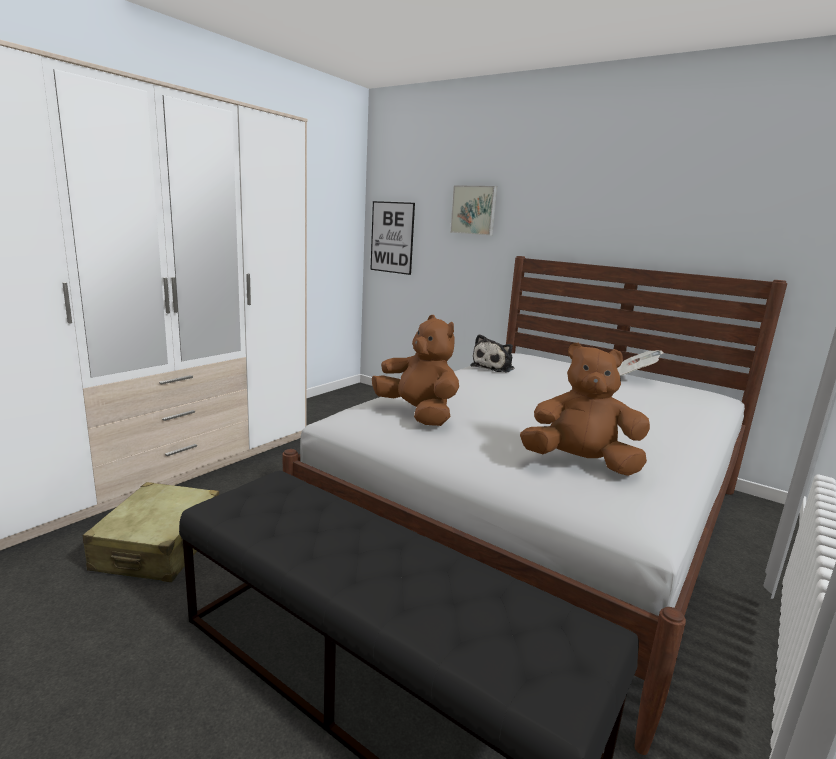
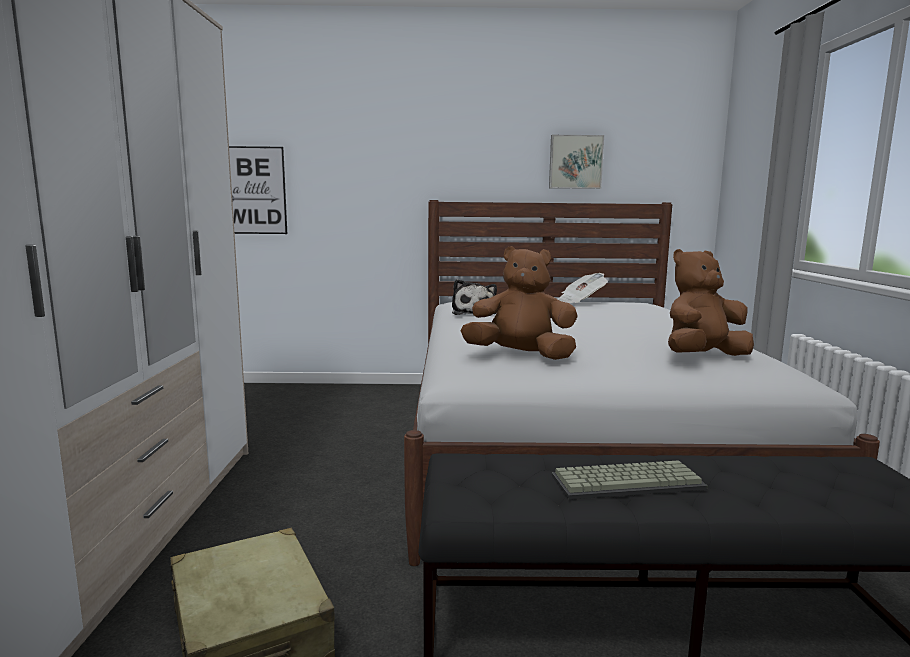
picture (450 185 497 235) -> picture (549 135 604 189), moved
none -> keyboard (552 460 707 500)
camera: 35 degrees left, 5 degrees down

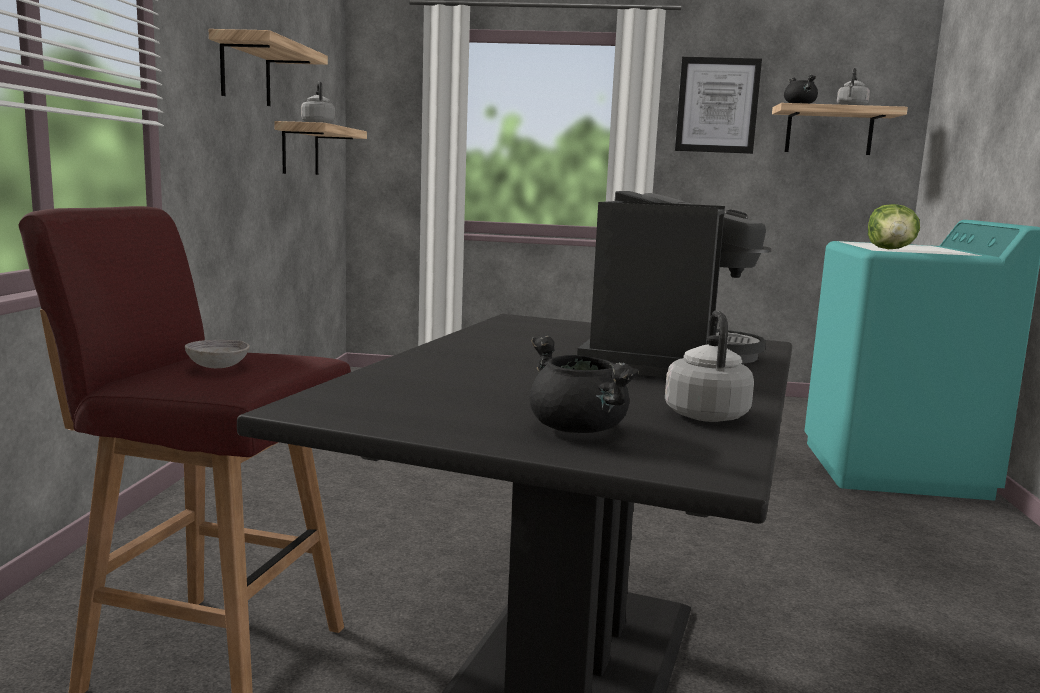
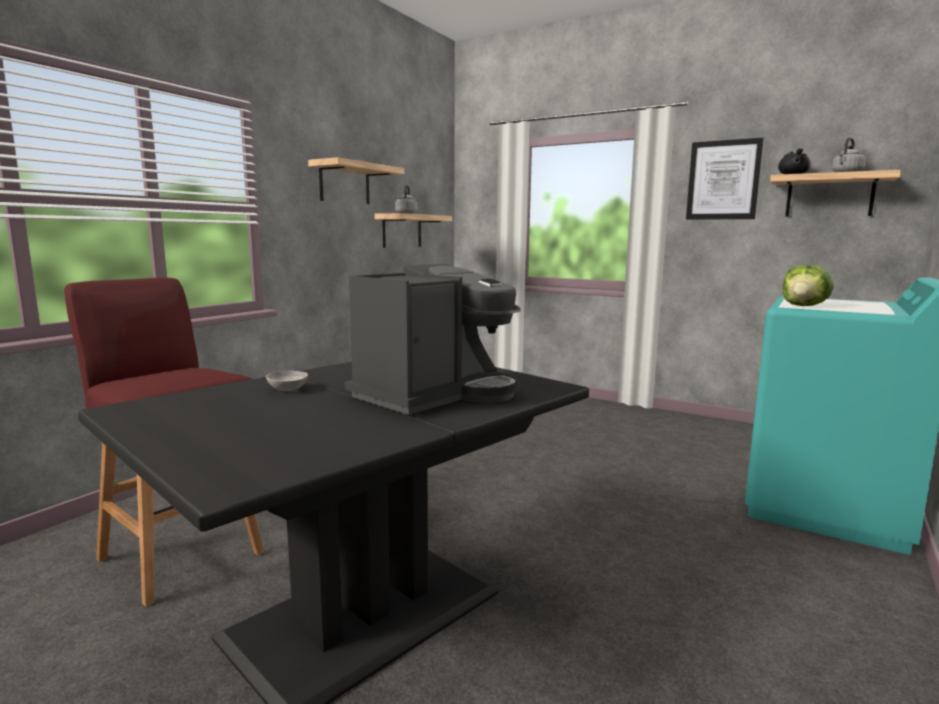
grey kettle (665 310 754 422) -> none
black cooking pot (530 336 639 433) -> none
grey bowl (185 340 250 368) -> grey bowl (266 371 308 391), moved
camera: 25 degrees right, 0 degrees up

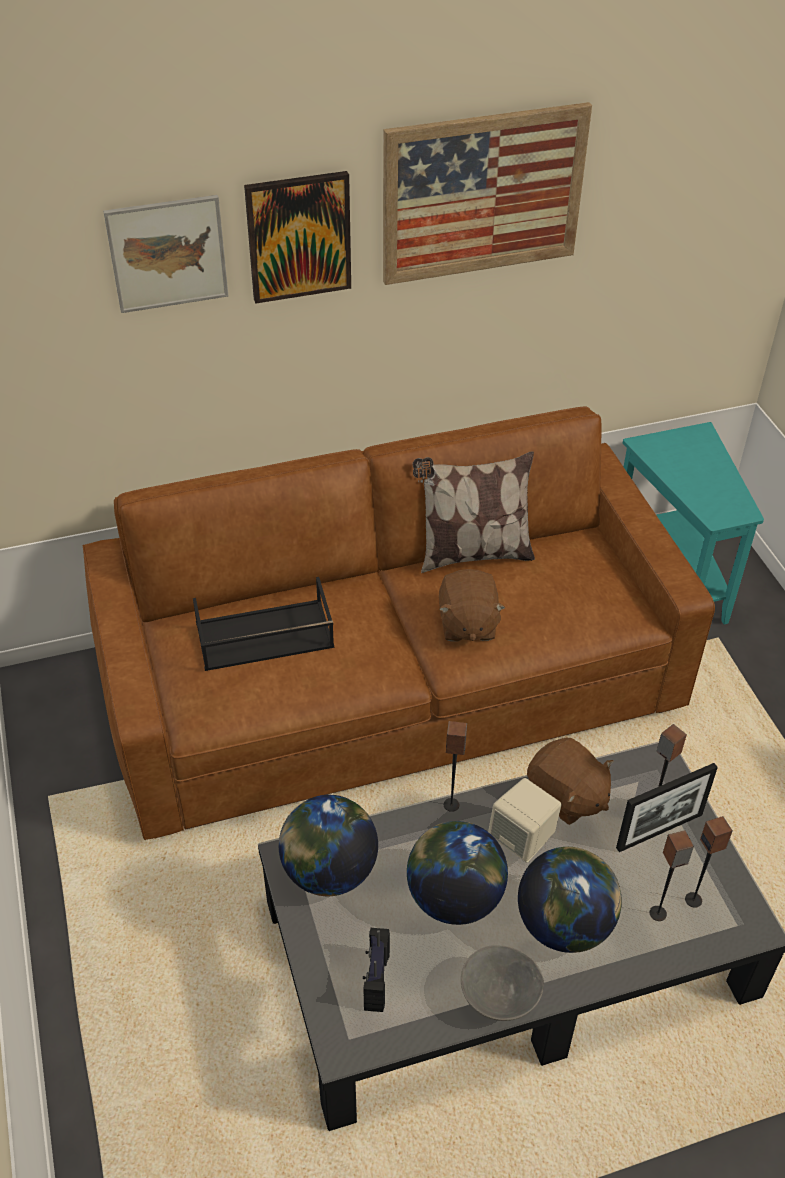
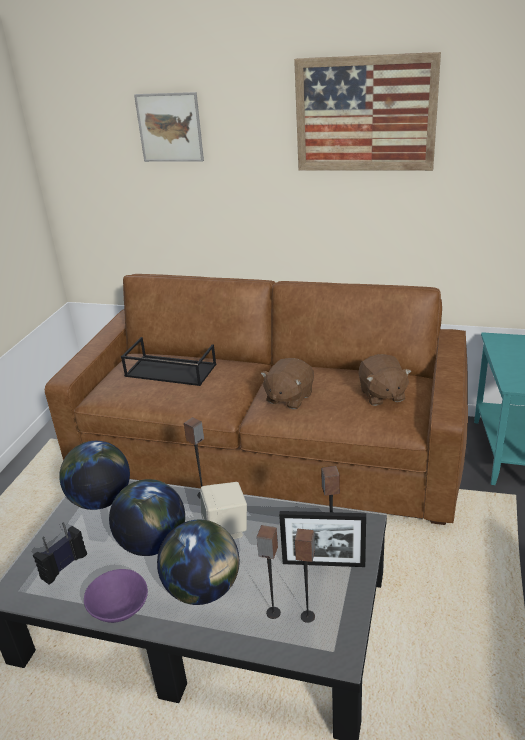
picture (244 171 351 304) -> none
pillow (413 451 535 573) -> none
brown plush toy (527 738 614 825) -> brown plush toy (358 354 412 406), moved
grey bowl (461 945 544 1021) -> purple bowl (84 569 148 623)
camera: 35 degrees right, 15 degrees down

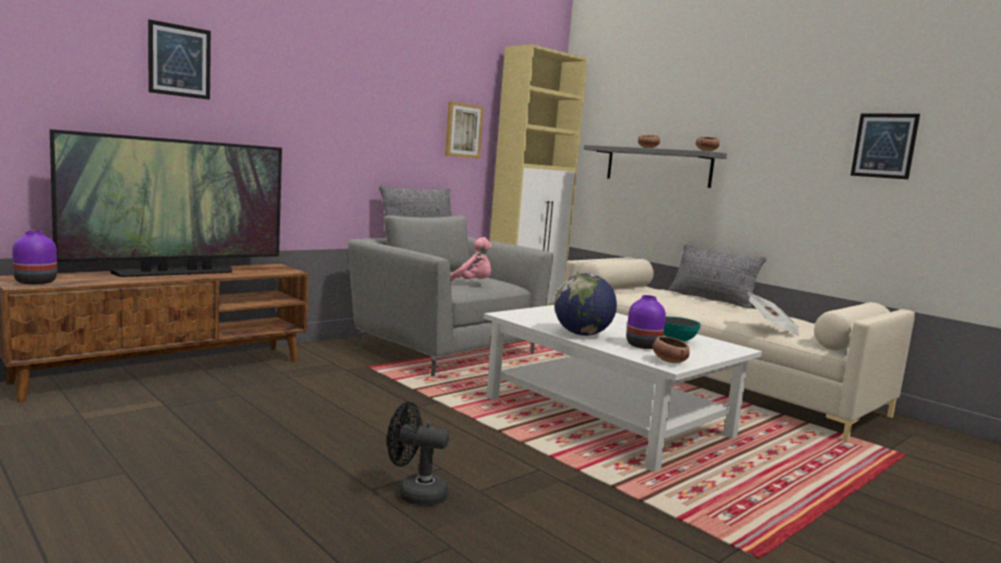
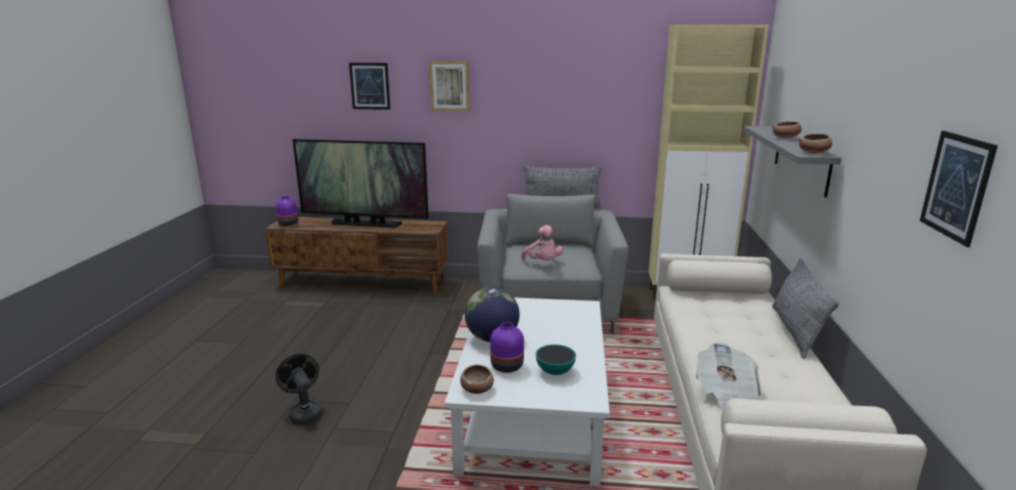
picture (445 101 484 159) -> picture (429 61 470 111), moved
camera: 50 degrees right, 10 degrees up

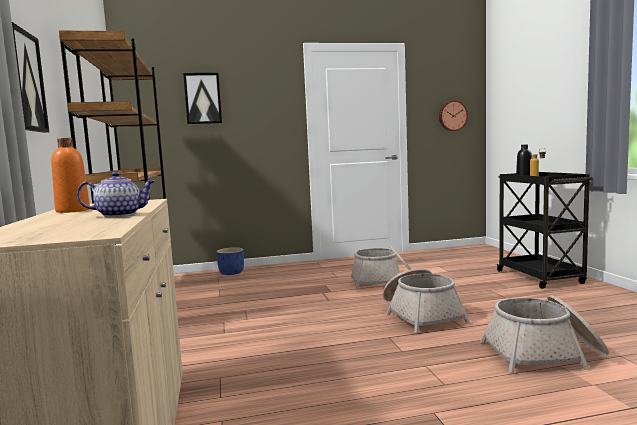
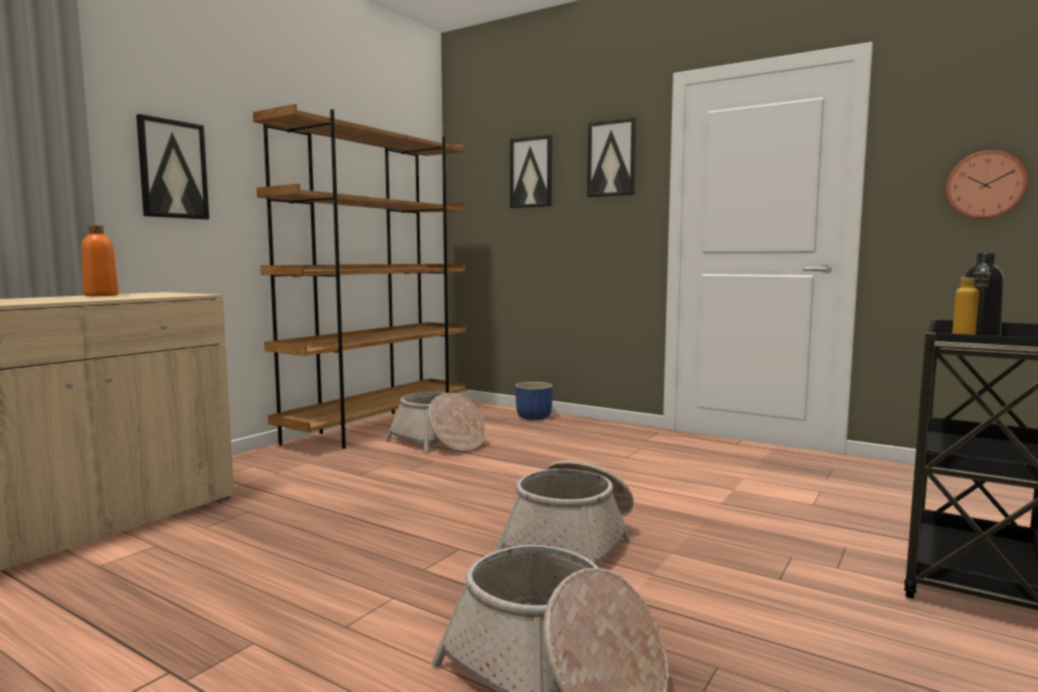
teapot (77 172 155 217) -> none
basket (351 245 411 290) -> basket (385 392 486 453), moved
none -> picture (587 117 637 197)
camera: 45 degrees right, 0 degrees up

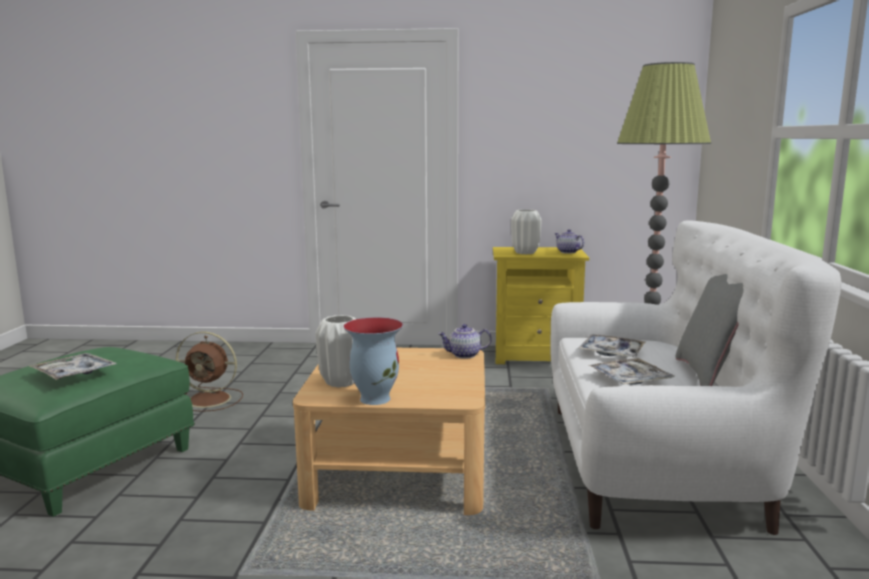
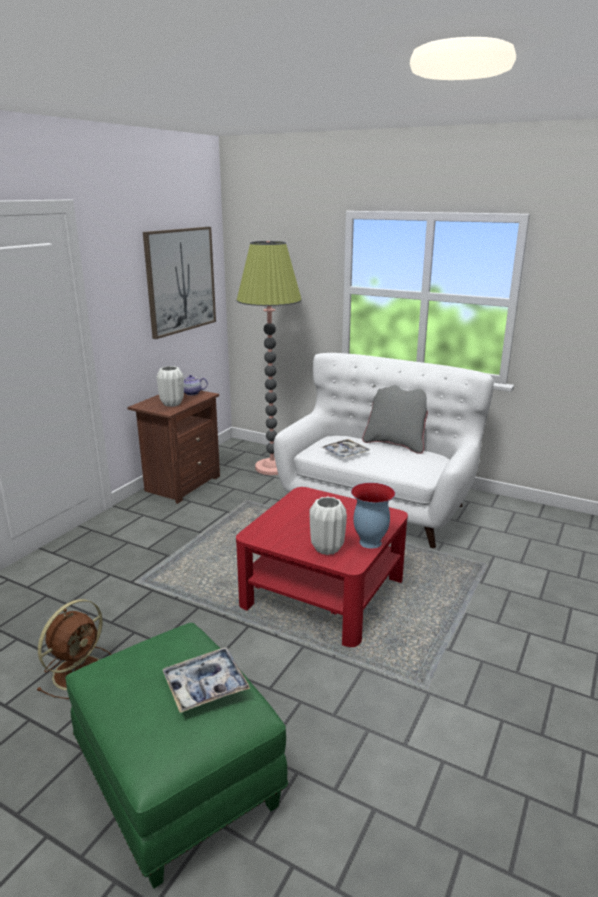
yellow nightstand (493 247 589 364) -> brown nightstand (127 391 220 504)
teapot (438 324 492 359) -> none
beige coffee table (293 348 485 515) -> red coffee table (236 487 408 647)
tray (588 358 674 385) -> none
none -> picture (143 227 216 339)
camera: 65 degrees left, 10 degrees up

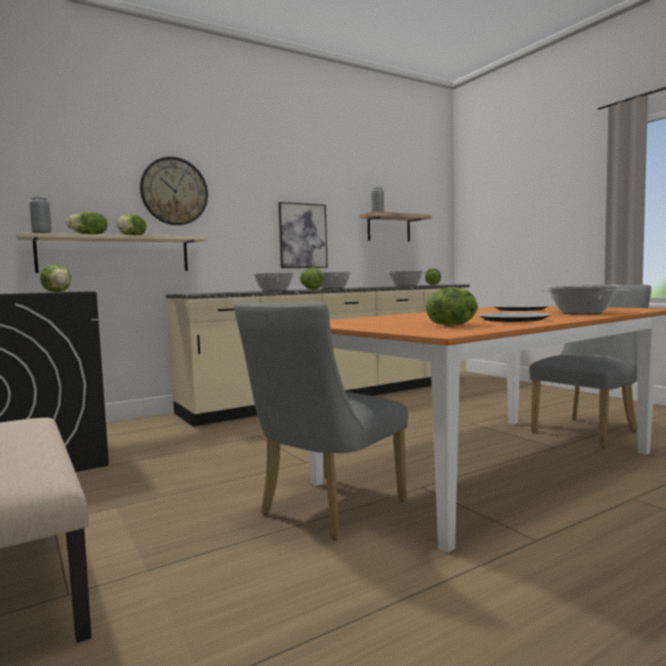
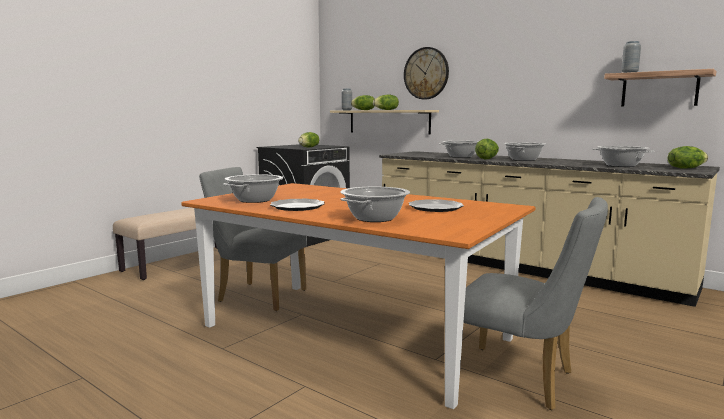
picture (278 202 328 268) -> none
lettuce (426 287 478 326) -> cooking pot (223 174 283 203)
camera: 70 degrees right, 5 degrees up

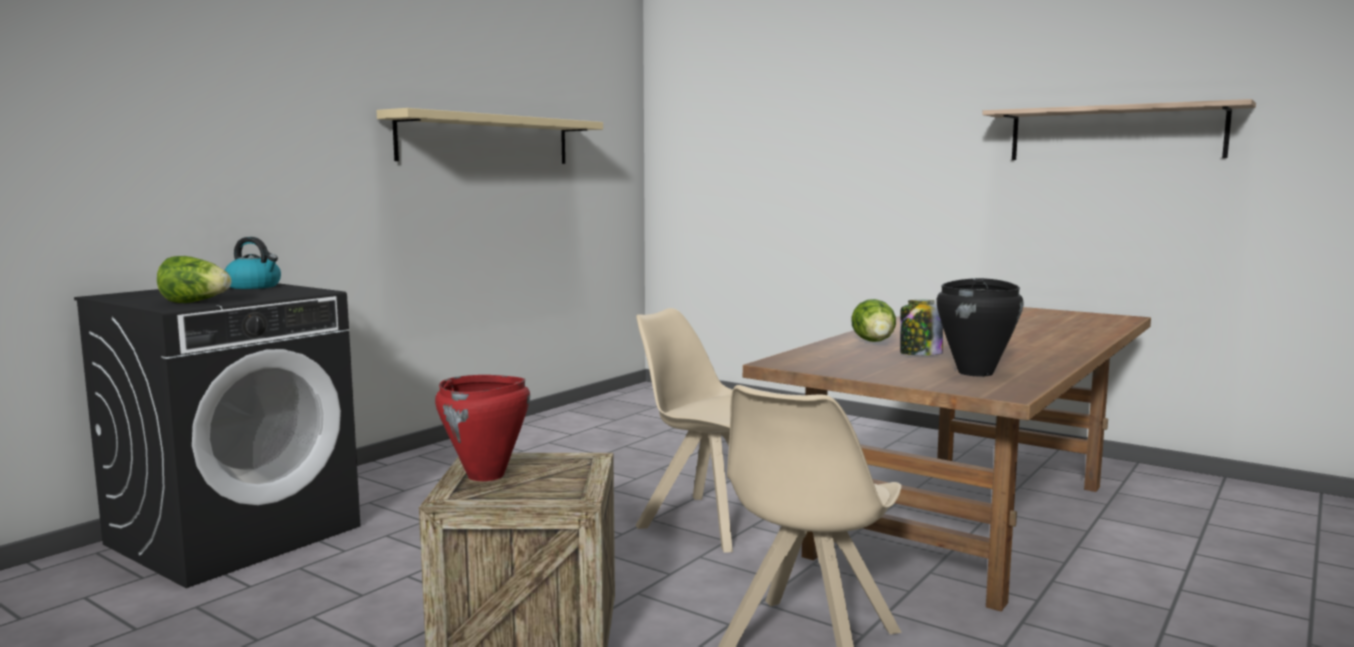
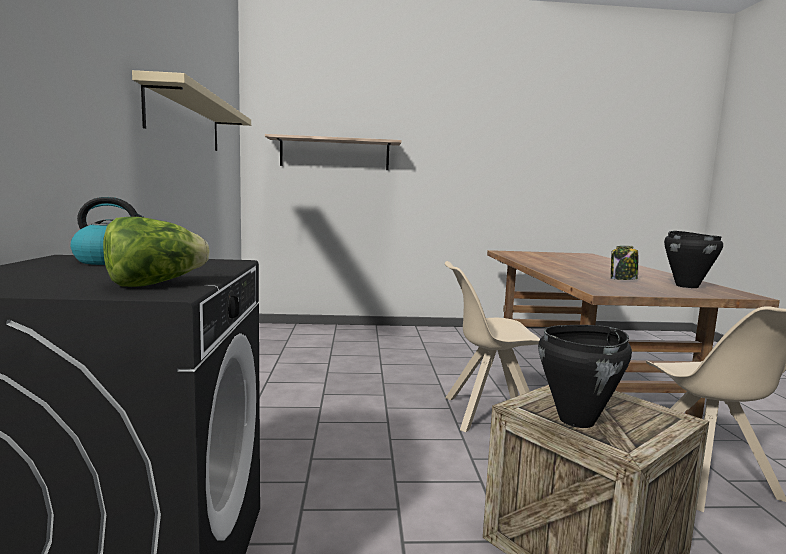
shelf (982 99 1256 160) -> shelf (265 134 402 170), moved
lettuce (851 299 896 342) -> none
red cooking pot (435 375 530 481) -> black cooking pot (538 325 632 428)
camera: 40 degrees left, 0 degrees up

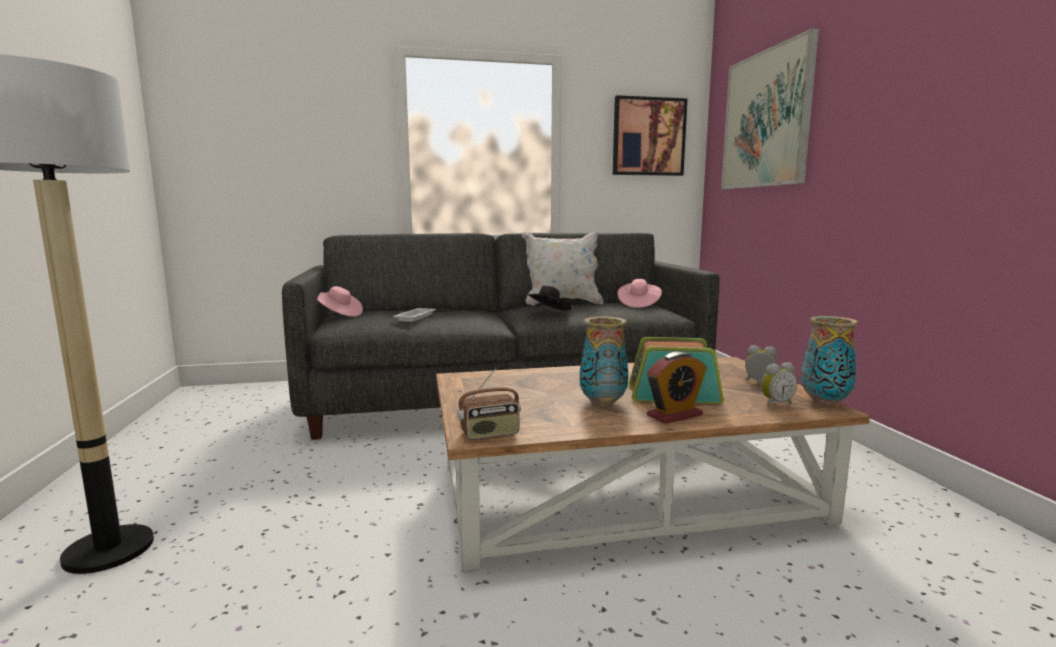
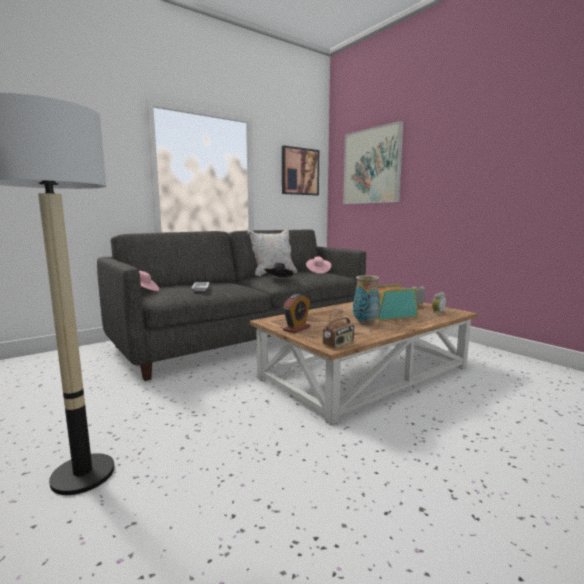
vase (801 316 858 405) -> none
alarm clock (647 352 707 424) -> alarm clock (283 294 310 333), moved
camera: 25 degrees left, 0 degrees up

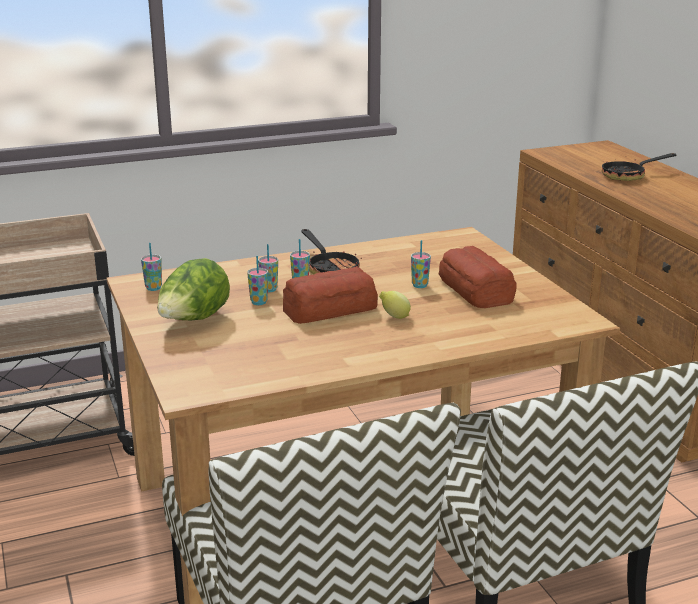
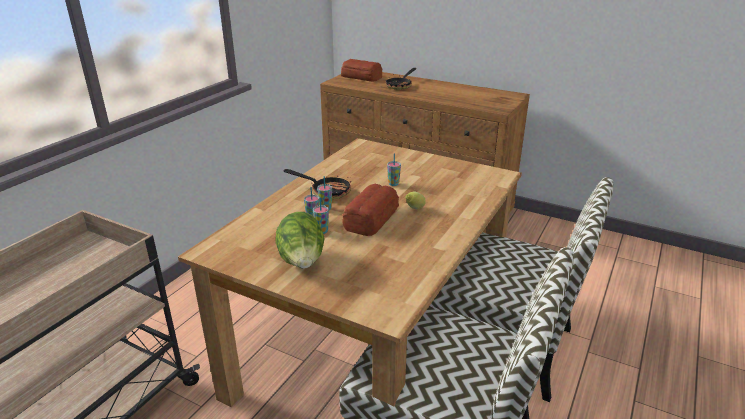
cup (141 243 162 291) -> none
bread (438 246 517 308) -> bread (341 59 382 82), moved
camera: 40 degrees left, 5 degrees up

